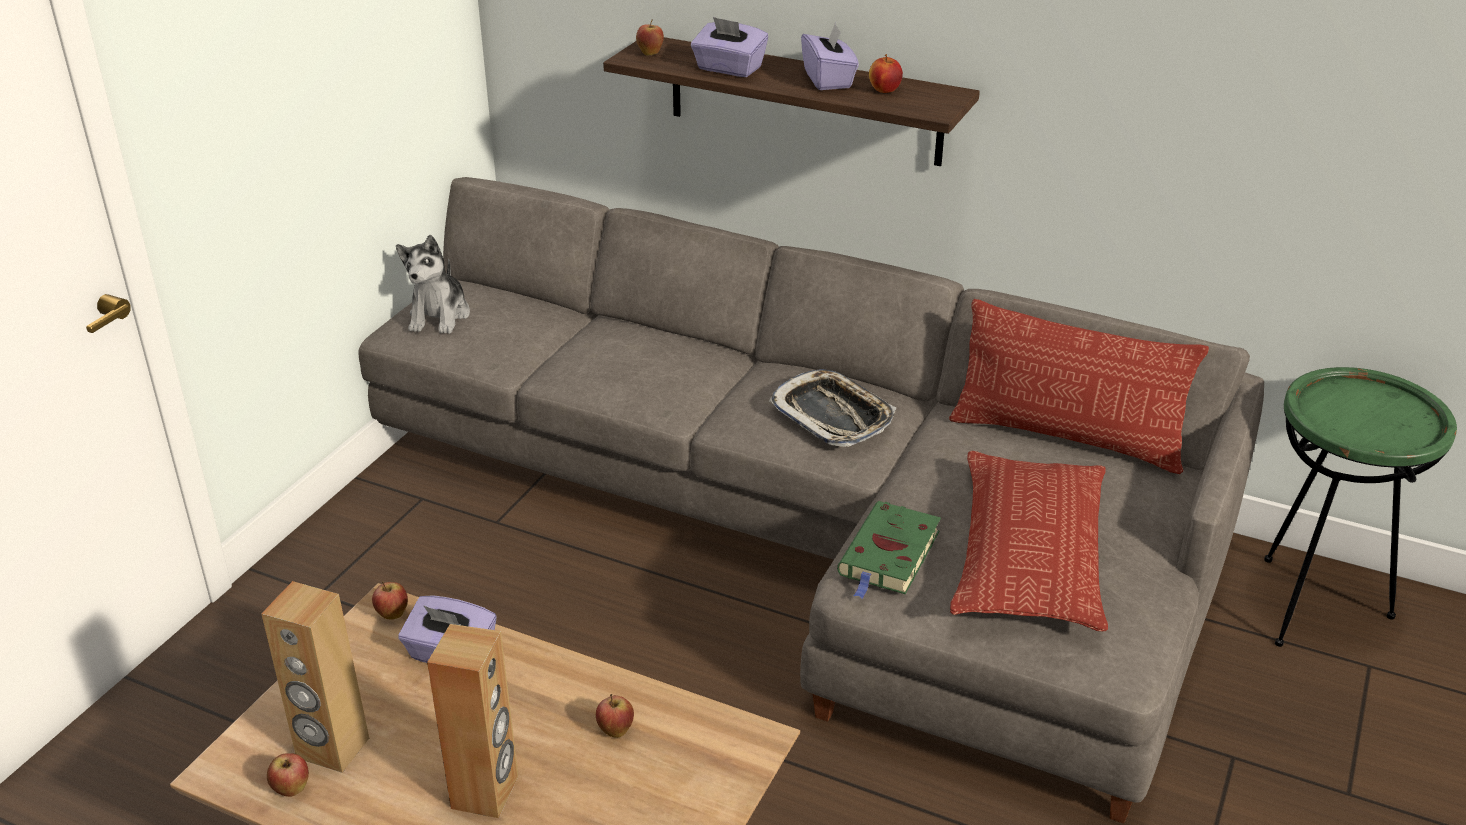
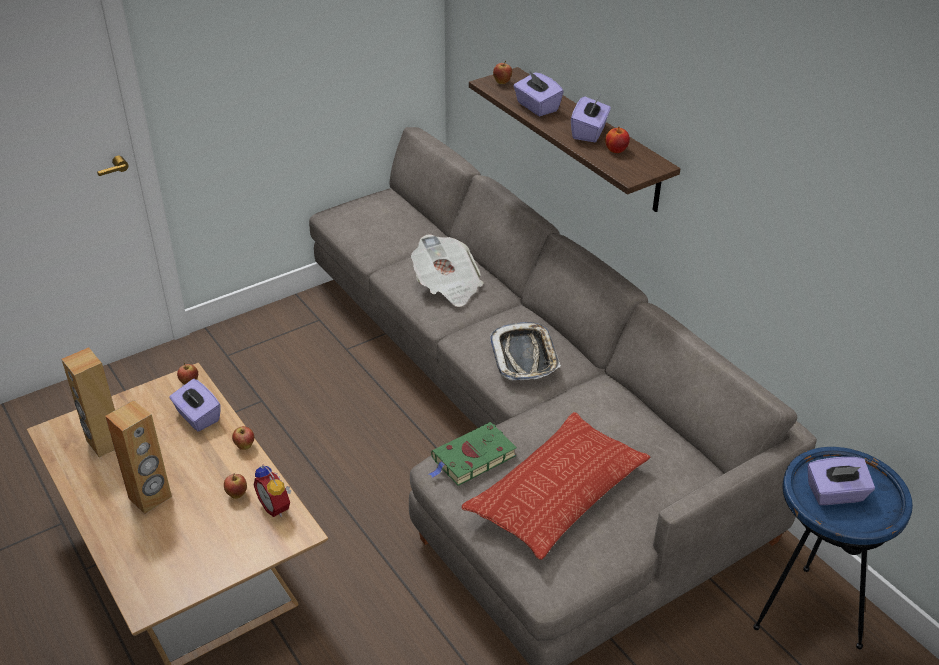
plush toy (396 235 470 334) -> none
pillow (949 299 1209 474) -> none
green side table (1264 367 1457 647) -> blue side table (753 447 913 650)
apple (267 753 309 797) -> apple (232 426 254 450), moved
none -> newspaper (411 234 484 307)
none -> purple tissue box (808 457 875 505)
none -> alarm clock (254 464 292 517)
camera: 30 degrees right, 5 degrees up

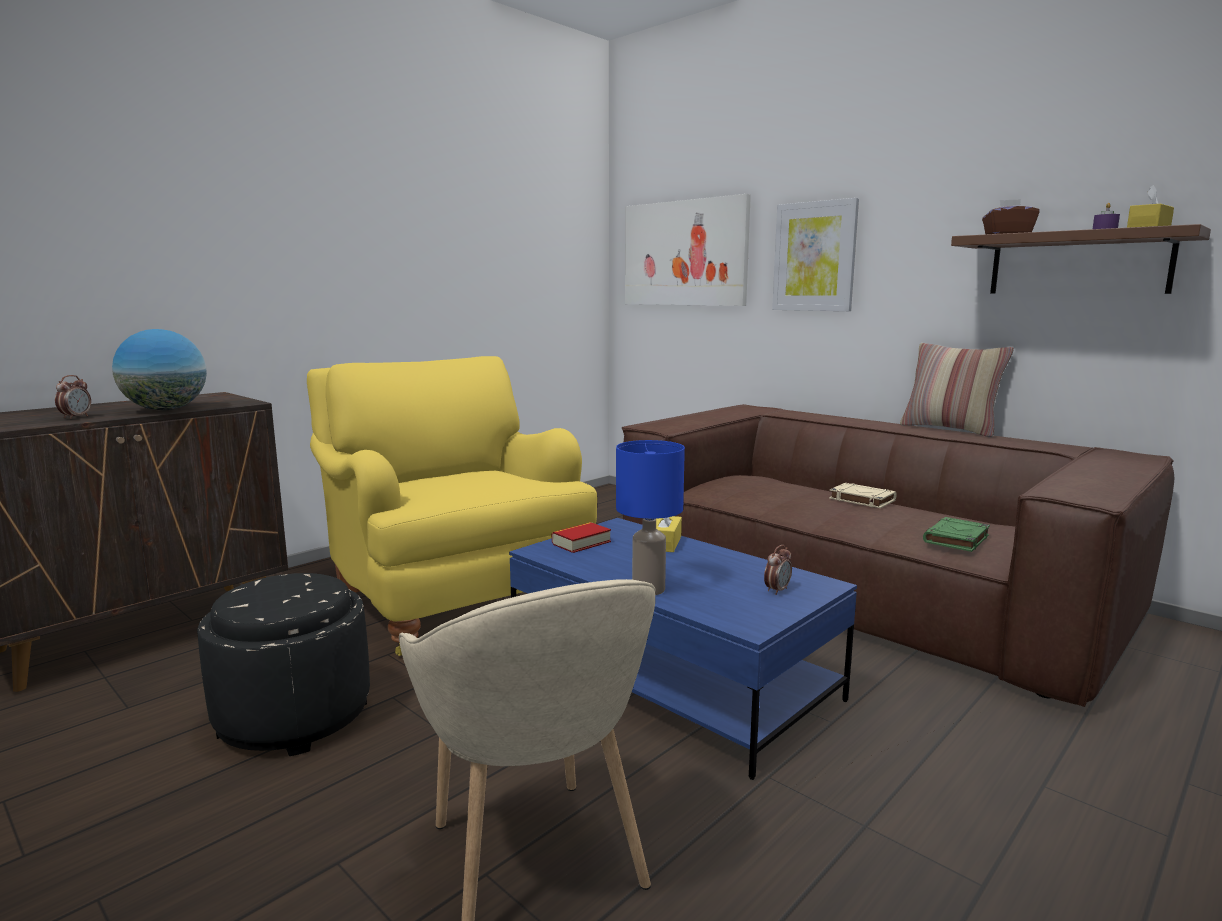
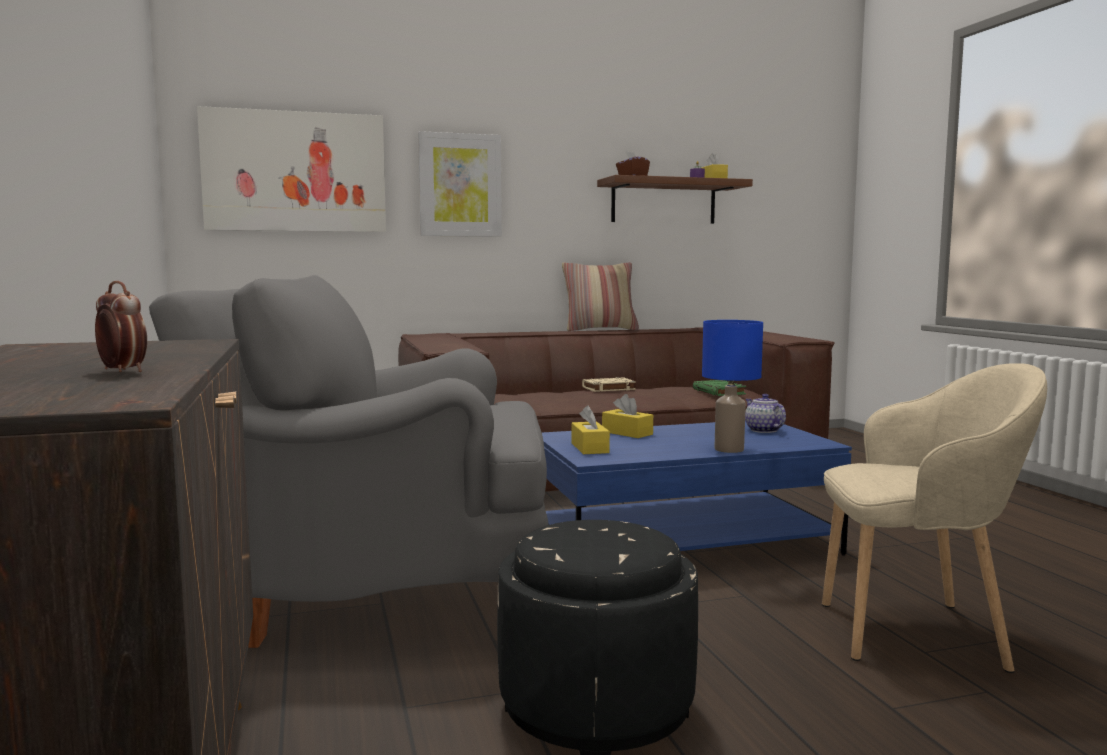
globe (112 329 207 410) -> none
yellow armchair (307 356 597 656) -> grey armchair (149 275 549 648)
book (552 522 611 553) -> yellow tissue box (571 405 610 454)
alarm clock (764 545 792 595) -> teapot (745 394 786 433)
camera: 60 degrees left, 5 degrees down

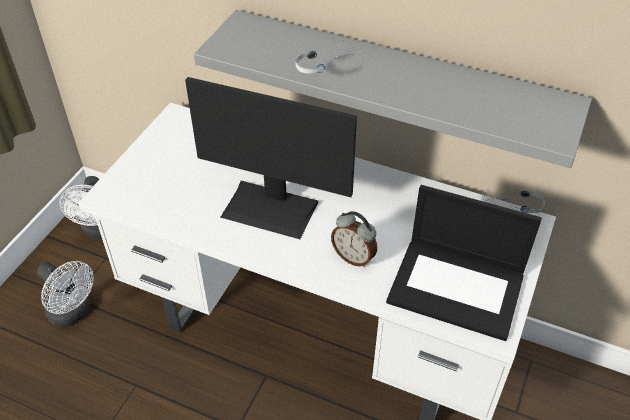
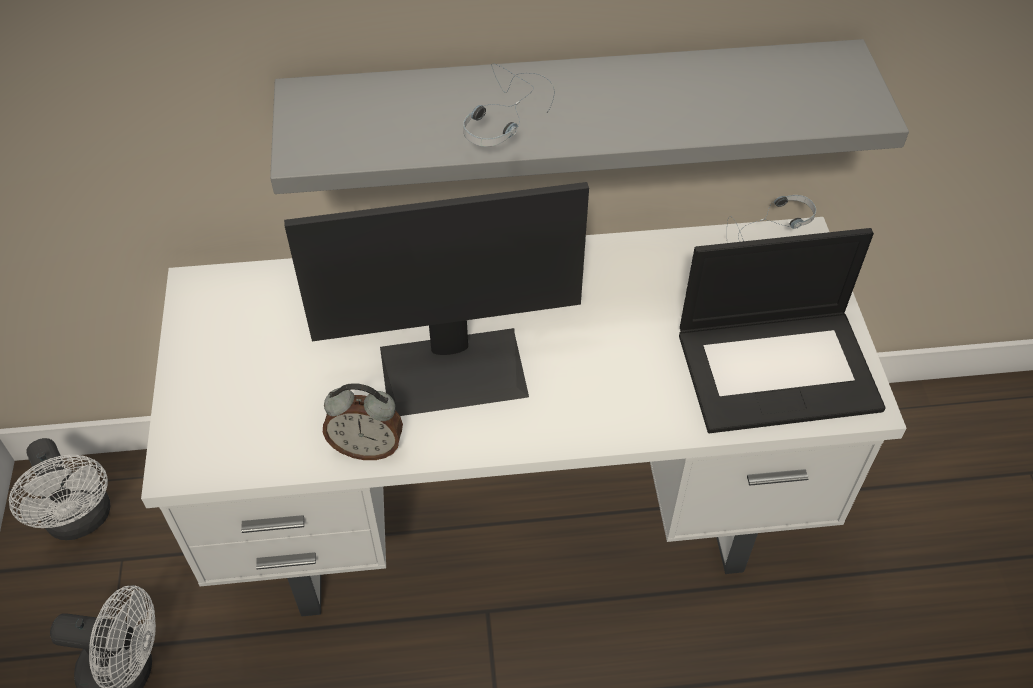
alarm clock (331 211 377 267) -> alarm clock (323 383 403 460), moved
camera: 30 degrees left, 5 degrees up

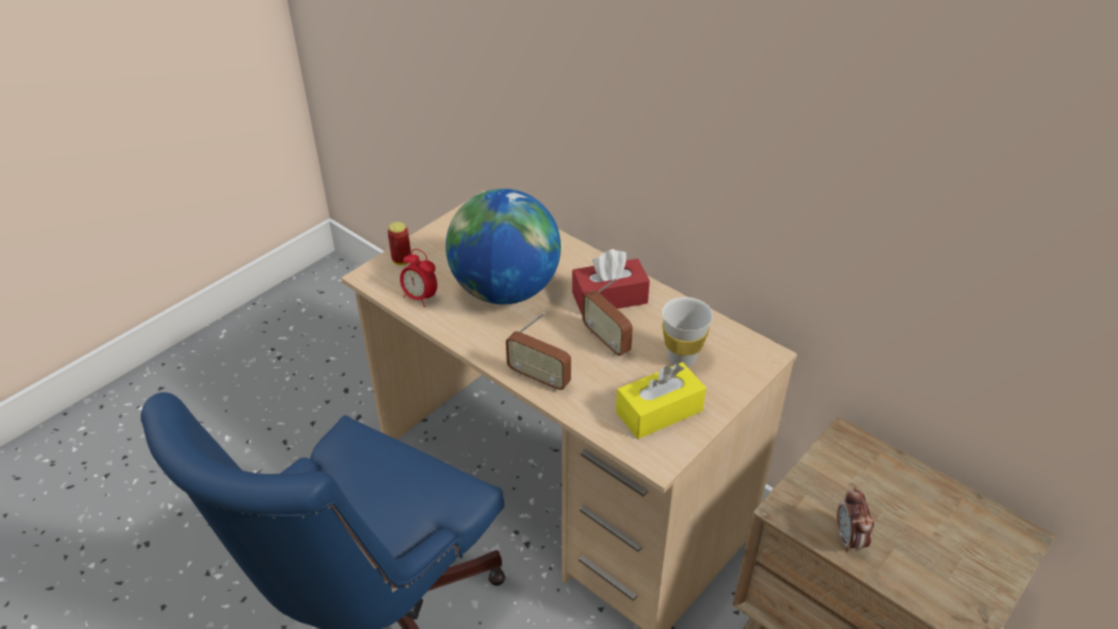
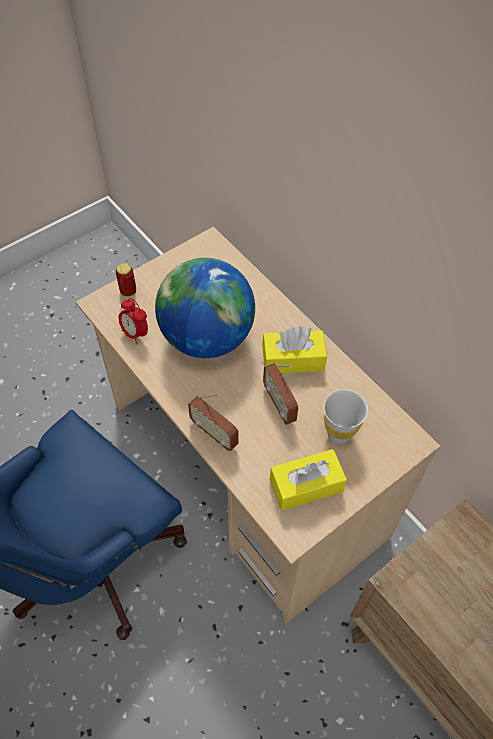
red tissue box (572 249 650 314) -> yellow tissue box (262 326 327 373)
alarm clock (837 487 874 552) -> none
camera: 10 degrees right, 15 degrees up

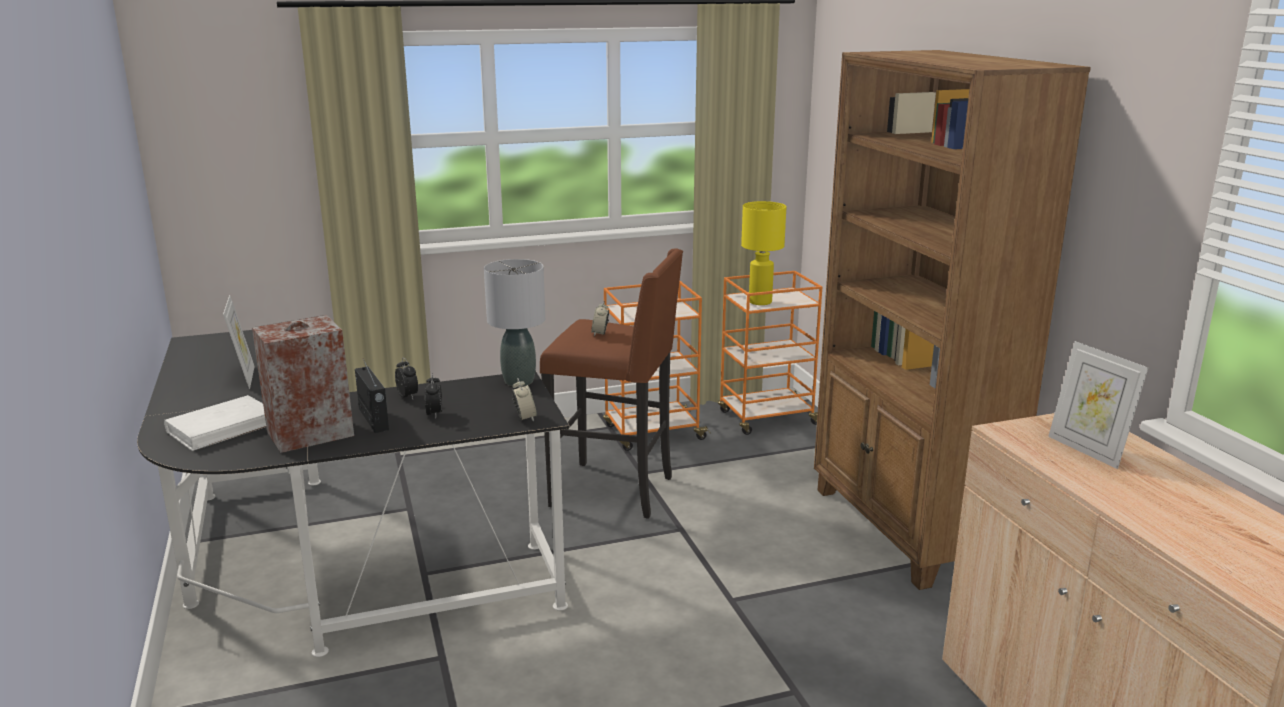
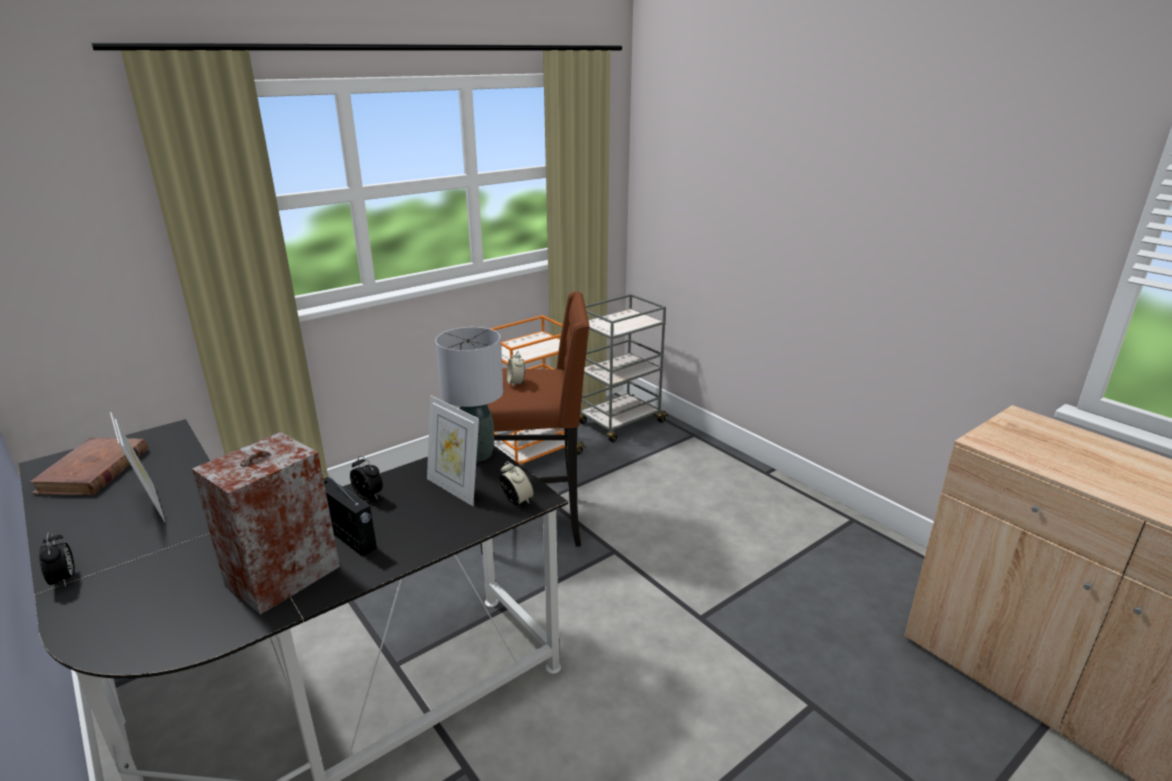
brown bookcase (814 50 1091 590) -> none
yellow table lamp (741 201 786 305) -> none
orange cart (718 271 822 435) -> grey cart (579 294 668 442)
picture frame (1048 341 1148 469) -> picture frame (427 396 479 506), moved
alarm clock (425 374 442 418) -> alarm clock (39 532 75 587), moved
white book (164 395 266 451) -> none
none -> brown book (30 437 148 495)
camera: 20 degrees left, 5 degrees up

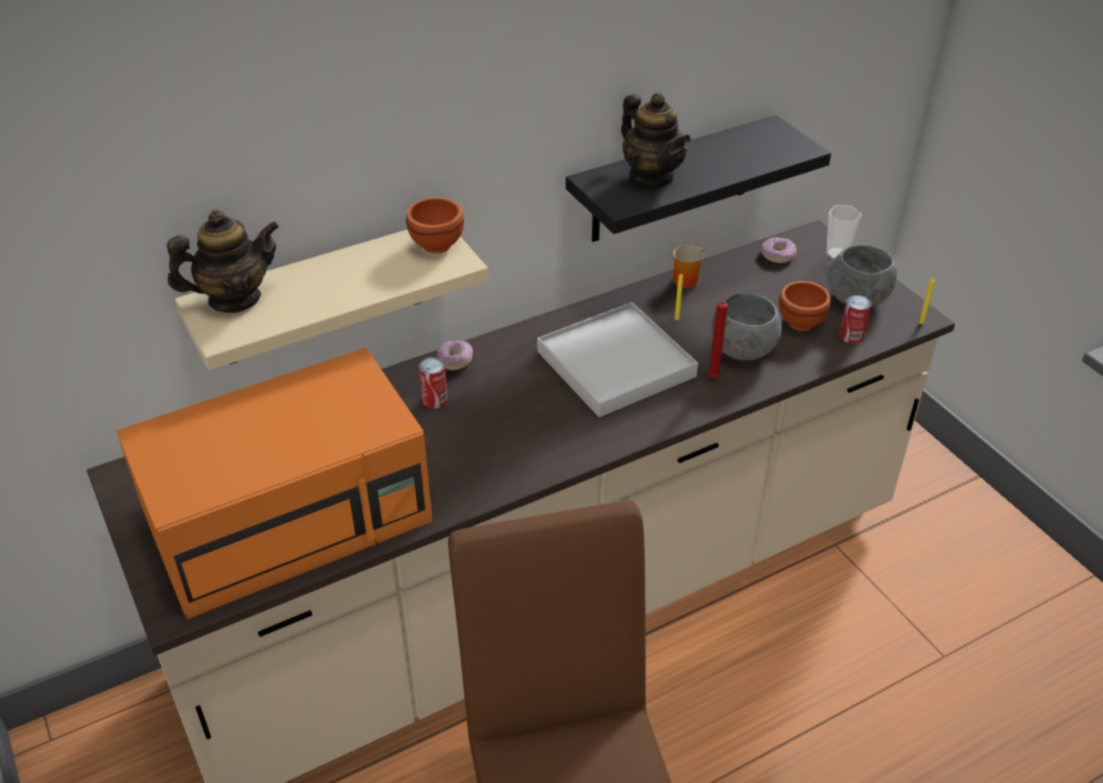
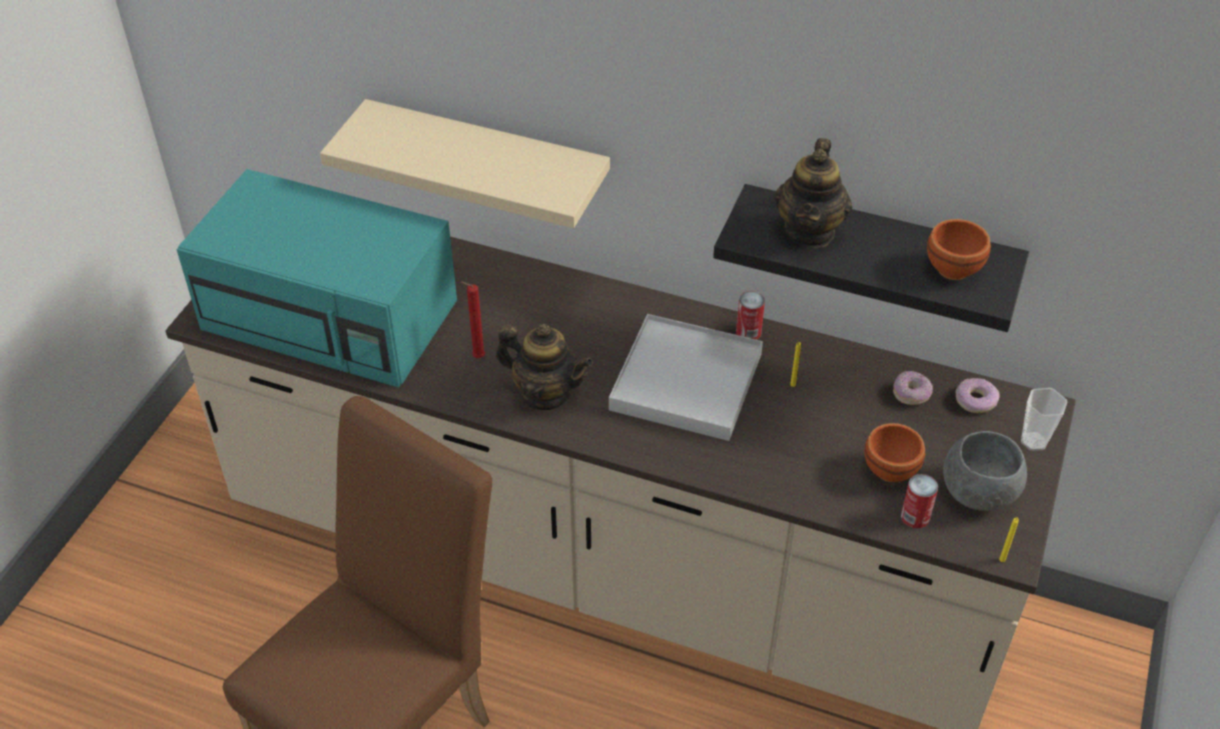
brown bowl (406 197 464 254) -> brown bowl (927 219 991 280), moved
teapot (167 209 279 313) -> teapot (496 324 593 410), moved
mug (673 245 704 288) -> none
grey bowl (711 293 782 360) -> none
red candle (708 301 728 378) -> red candle (460 282 485 358), moved
donut (437 340 473 370) -> donut (893 371 933 405), moved
orange microwave (116 348 432 619) -> turquoise microwave (177 169 457 388)
can (419 357 448 408) -> can (736 291 765 340), moved
camera: 50 degrees right, 5 degrees up

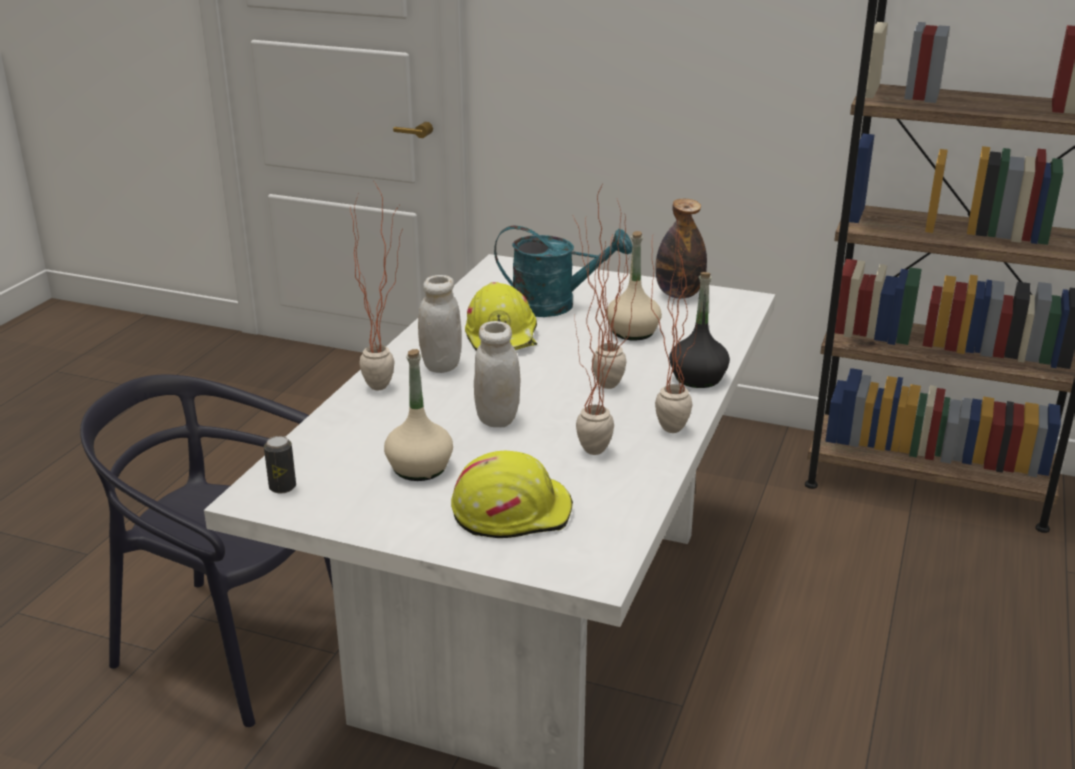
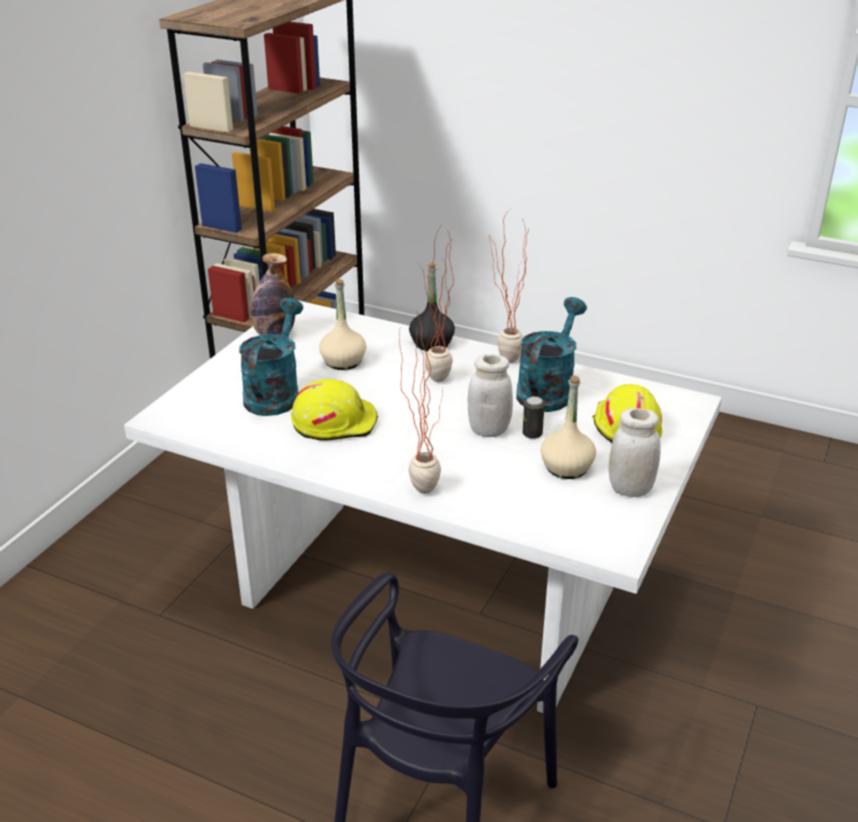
potted plant (574 235 639 455) -> turquoise watering can (516 297 587 412)
white jar (418 275 462 373) -> white jar (609 408 661 497), moved
can (264 436 296 493) -> can (522 396 545 439), moved
camera: 85 degrees left, 5 degrees up

